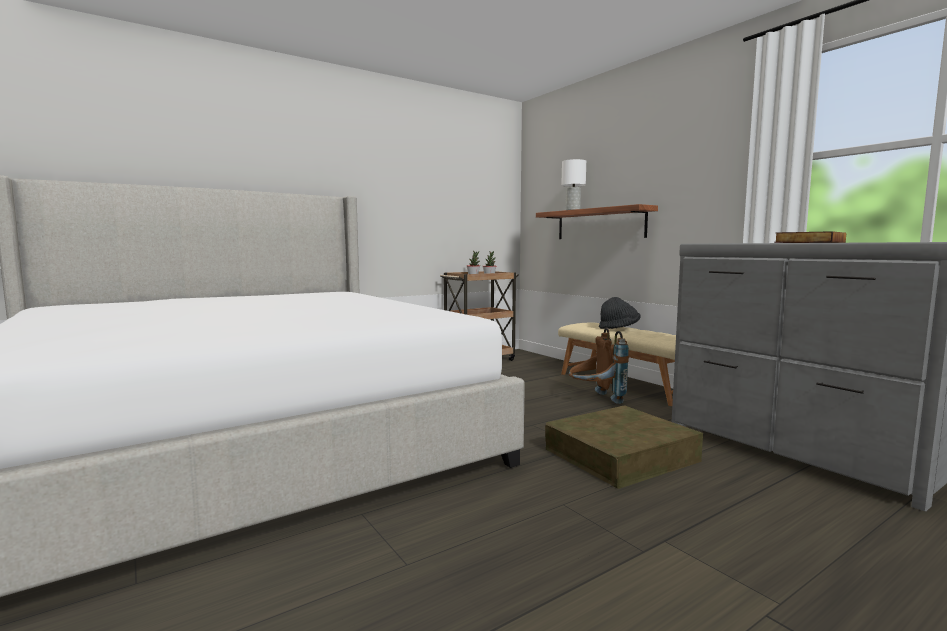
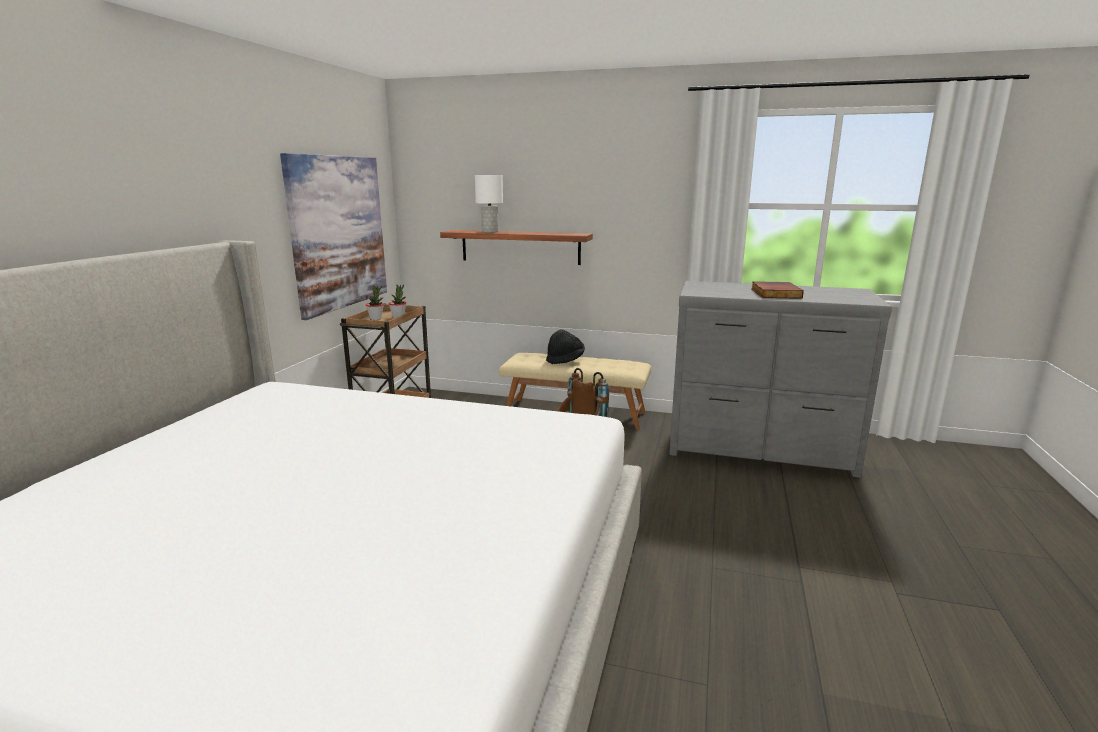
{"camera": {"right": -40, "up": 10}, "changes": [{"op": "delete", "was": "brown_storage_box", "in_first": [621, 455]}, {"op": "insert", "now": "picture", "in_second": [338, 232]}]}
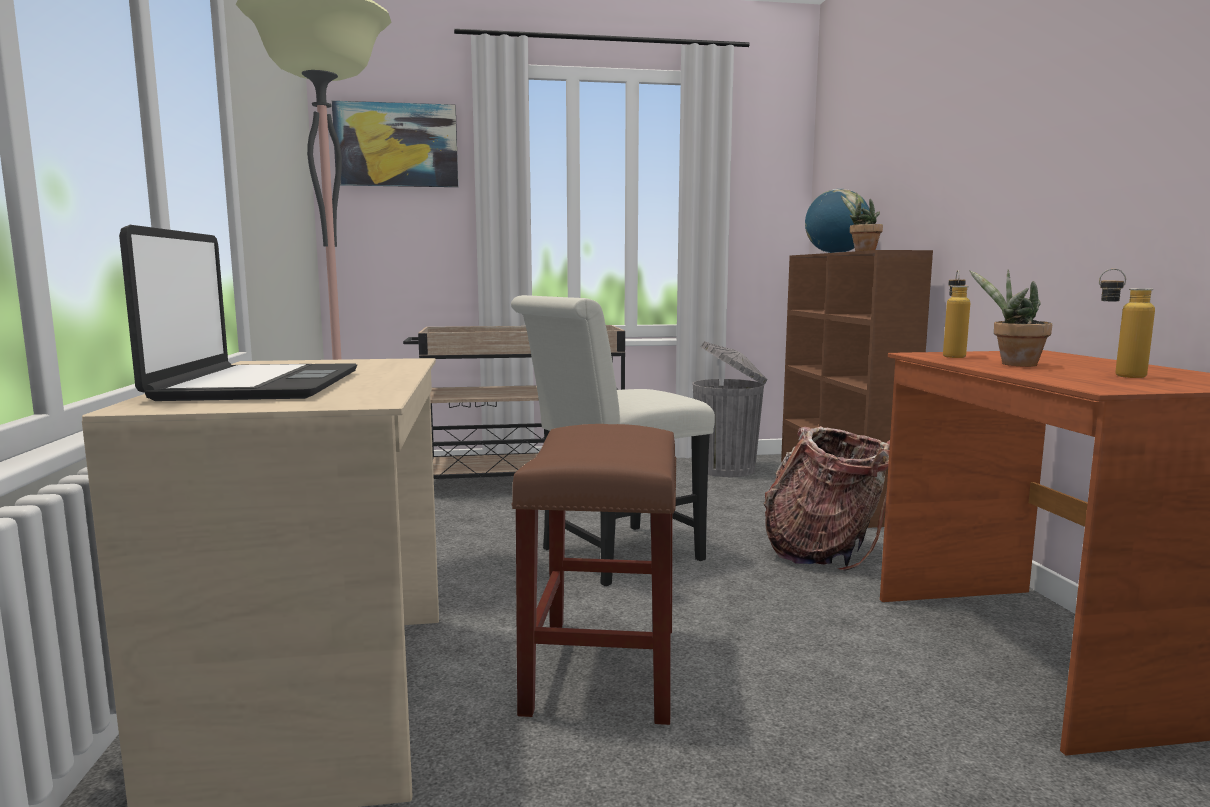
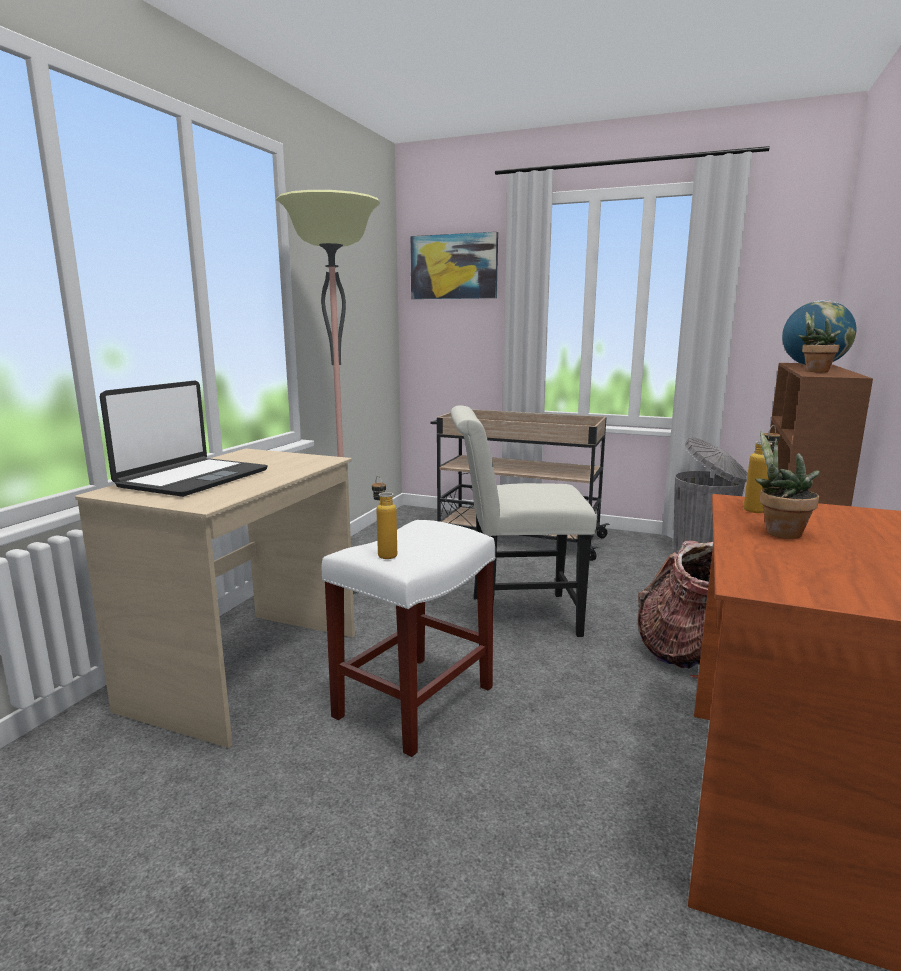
{"camera": {"right": 30, "up": 5}, "changes": [{"op": "move", "was": "bottle", "in_first": [1117, 376], "in_second": [384, 553]}, {"op": "recolor", "was": "brown_stool", "now": "white_stool", "in_first": [603, 670], "in_second": [414, 703]}]}
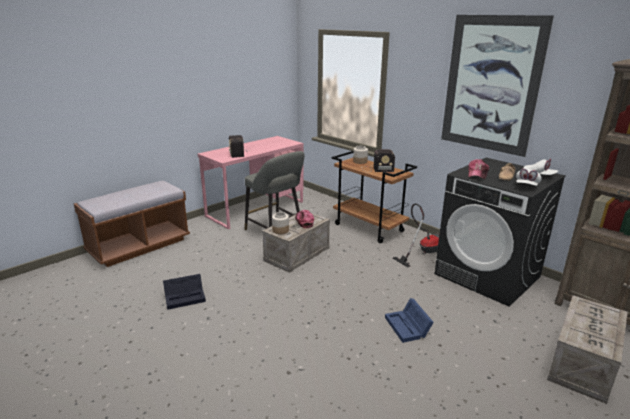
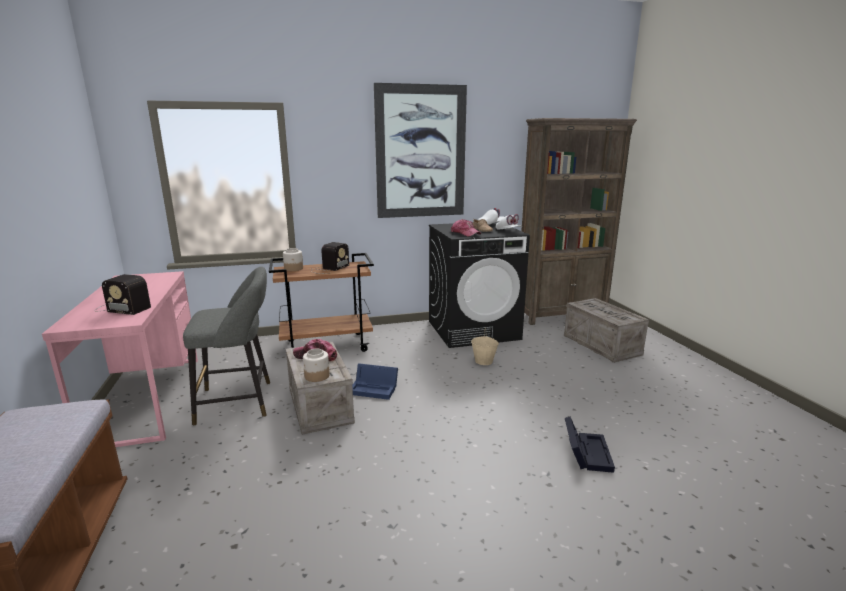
{"camera": {"right": -60, "up": -5}, "changes": [{"op": "delete", "was": "vacuum_cleaner", "in_first": [424, 252]}, {"op": "insert", "now": "beige_bucket", "in_second": [484, 361]}, {"op": "move", "was": "black_storage_box", "in_first": [186, 297], "in_second": [586, 452]}, {"op": "move", "was": "blue_storage_box", "in_first": [408, 327], "in_second": [375, 388]}]}
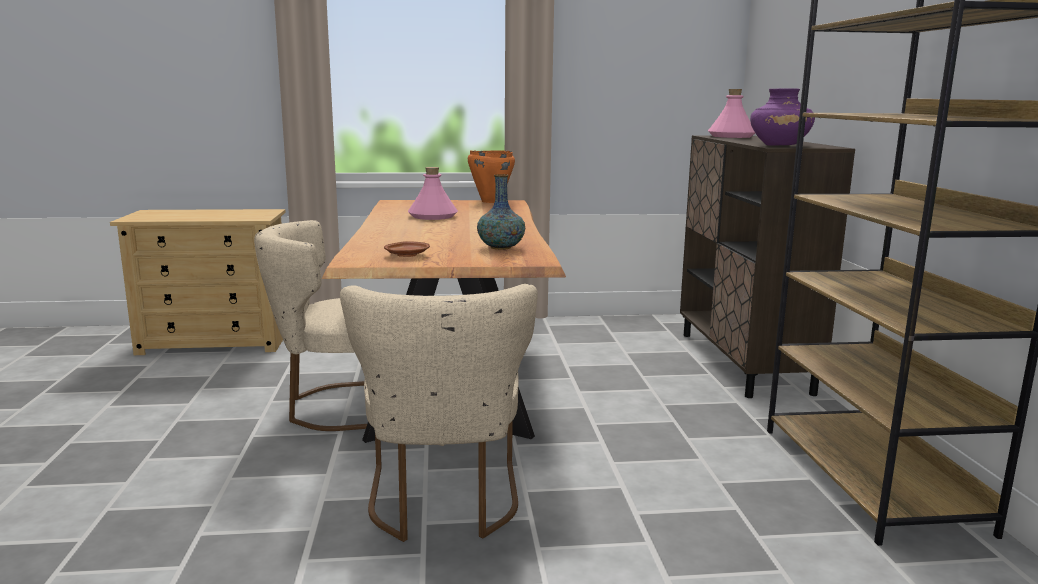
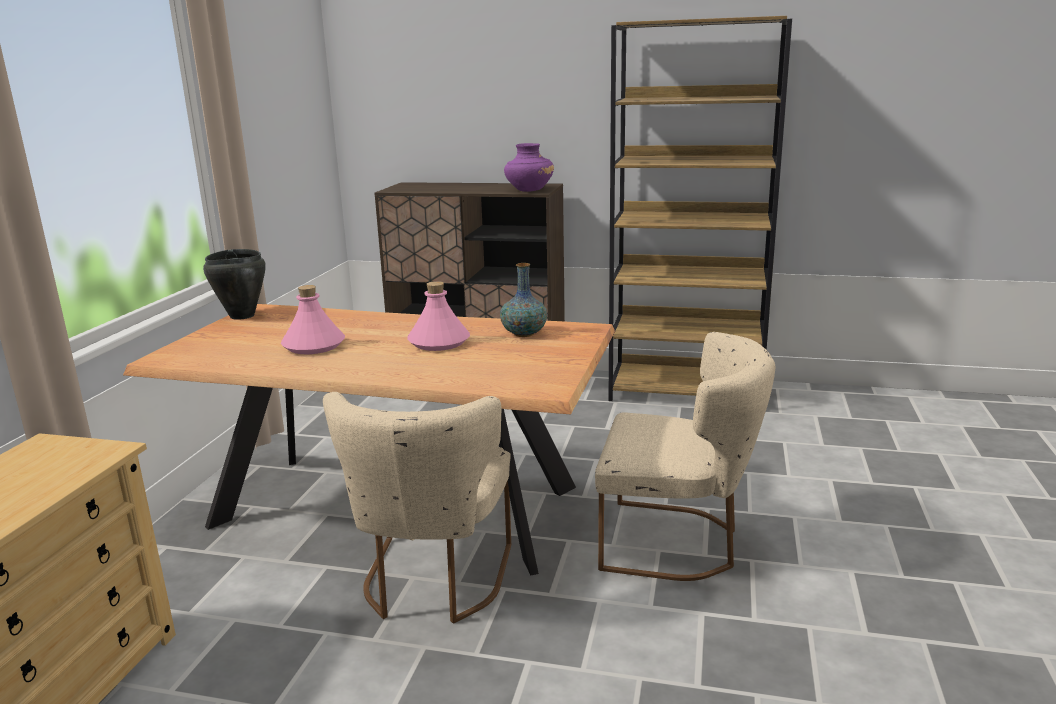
{"camera": {"right": -70, "up": 5}, "changes": [{"op": "delete", "was": "brown_plate", "in_first": [407, 255]}, {"op": "move", "was": "pink_bottle", "in_first": [731, 136], "in_second": [438, 342]}, {"op": "recolor", "was": "orange_cooking_pot", "now": "black_cooking_pot", "in_first": [490, 201], "in_second": [241, 316]}]}
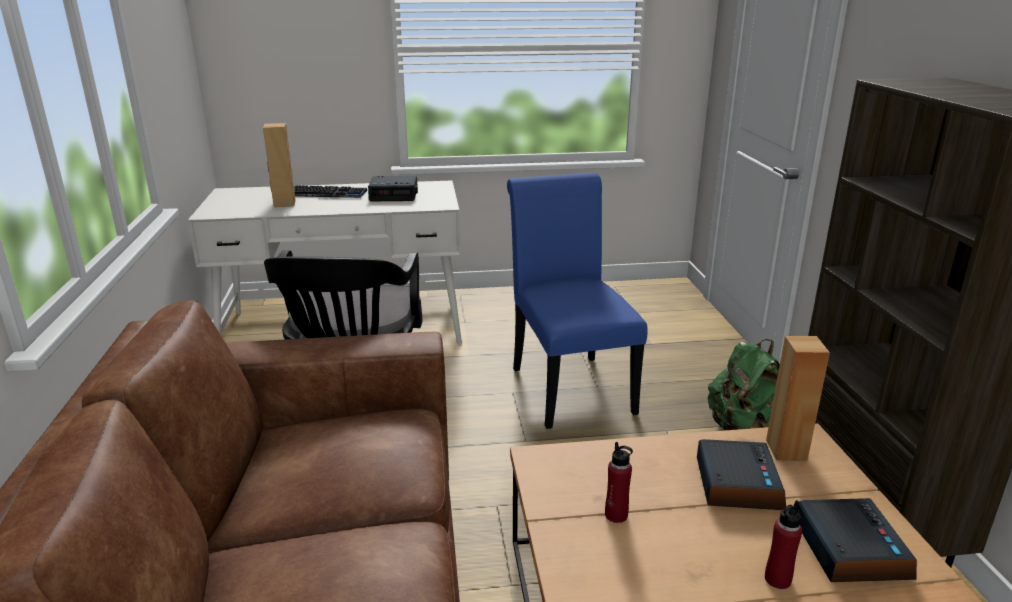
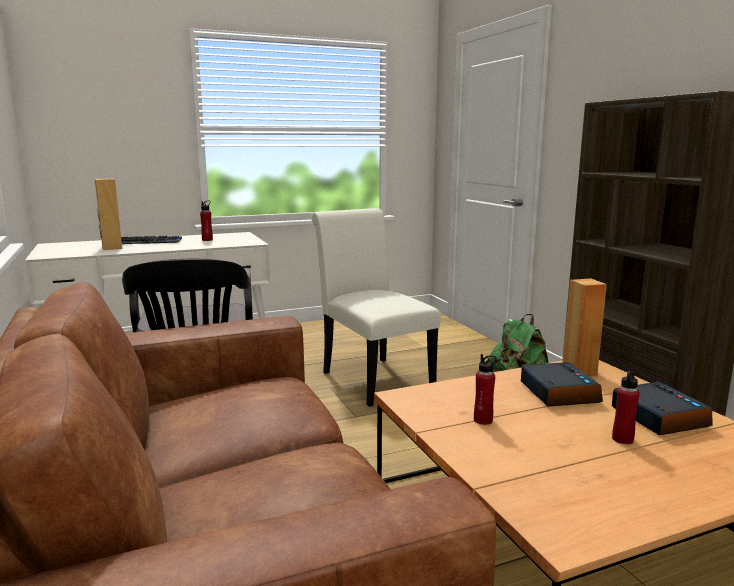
{"camera": {"right": -15, "up": -10}, "changes": [{"op": "replace", "was": "alarm_clock", "now": "red_bottle", "in_first": [394, 195], "in_second": [207, 240]}, {"op": "recolor", "was": "blue_chair", "now": "white_chair", "in_first": [568, 385], "in_second": [372, 378]}]}
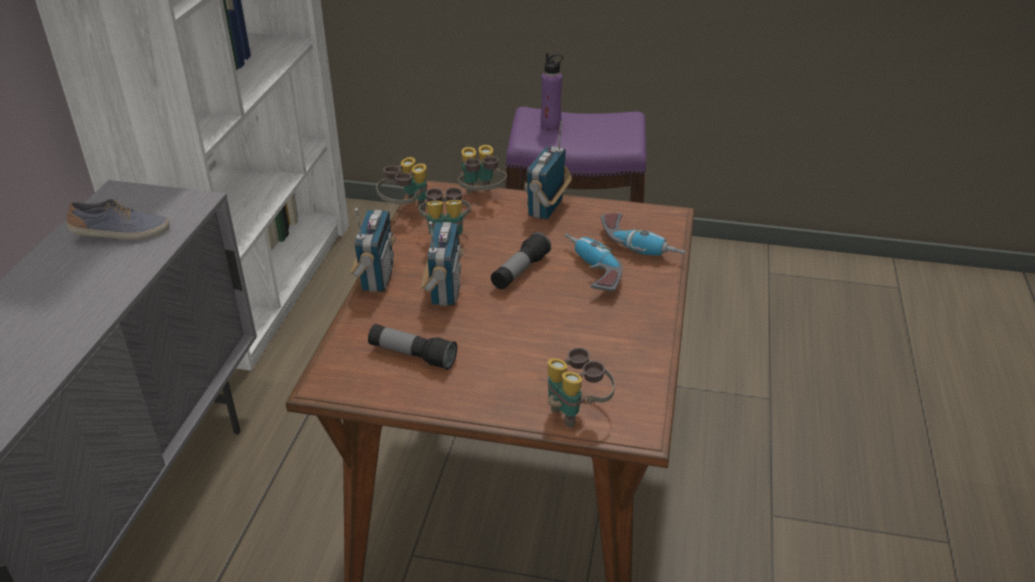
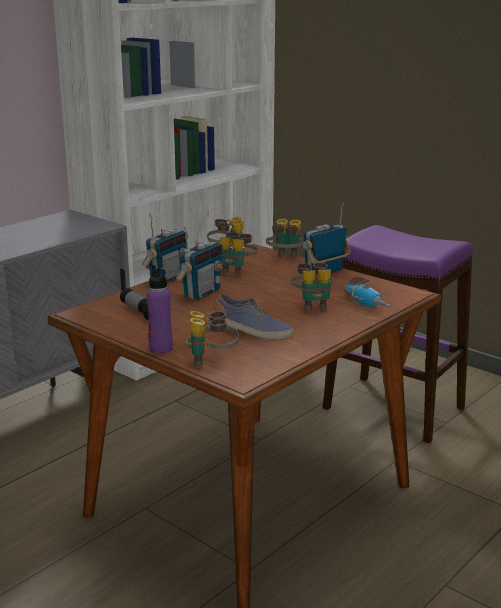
{"camera": {"right": 30, "up": -15}, "changes": [{"op": "delete", "was": "flashlight", "in_first": [520, 271]}, {"op": "move", "was": "shoe", "in_first": [121, 235], "in_second": [251, 332]}, {"op": "move", "was": "purple_bottle", "in_first": [550, 125], "in_second": [161, 348]}, {"op": "replace", "was": "power_drill", "now": "binoculars", "in_first": [589, 271], "in_second": [312, 305]}]}
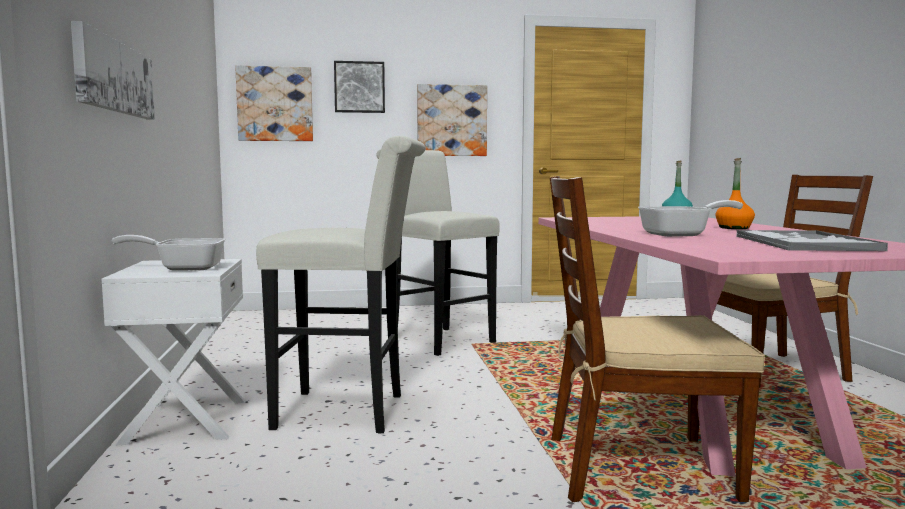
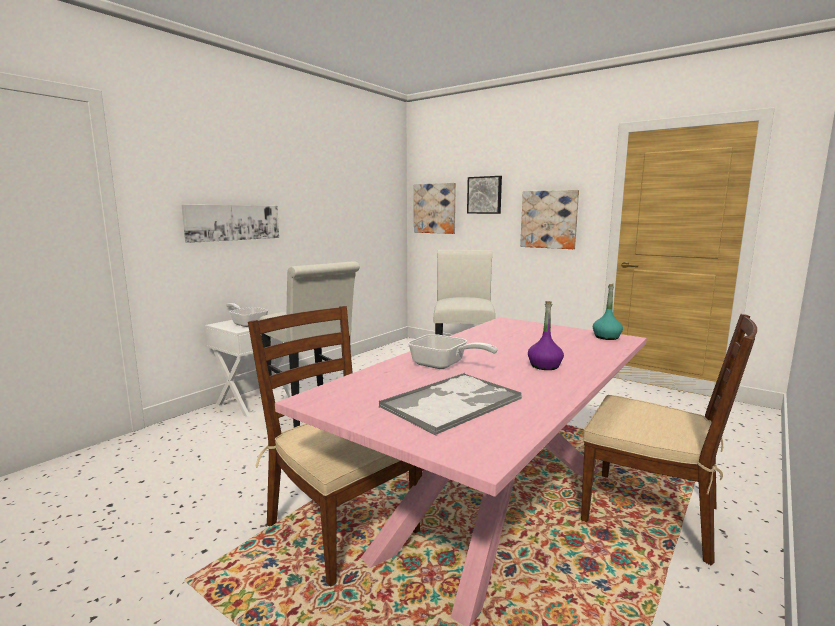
{"camera": {"right": 45, "up": 5}, "changes": [{"op": "recolor", "was": "orange_bottle", "now": "purple_bottle", "in_first": [734, 228], "in_second": [544, 366]}]}
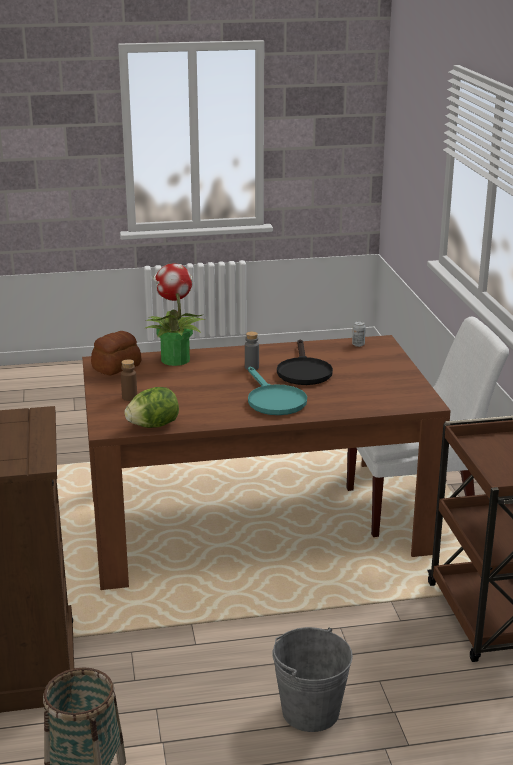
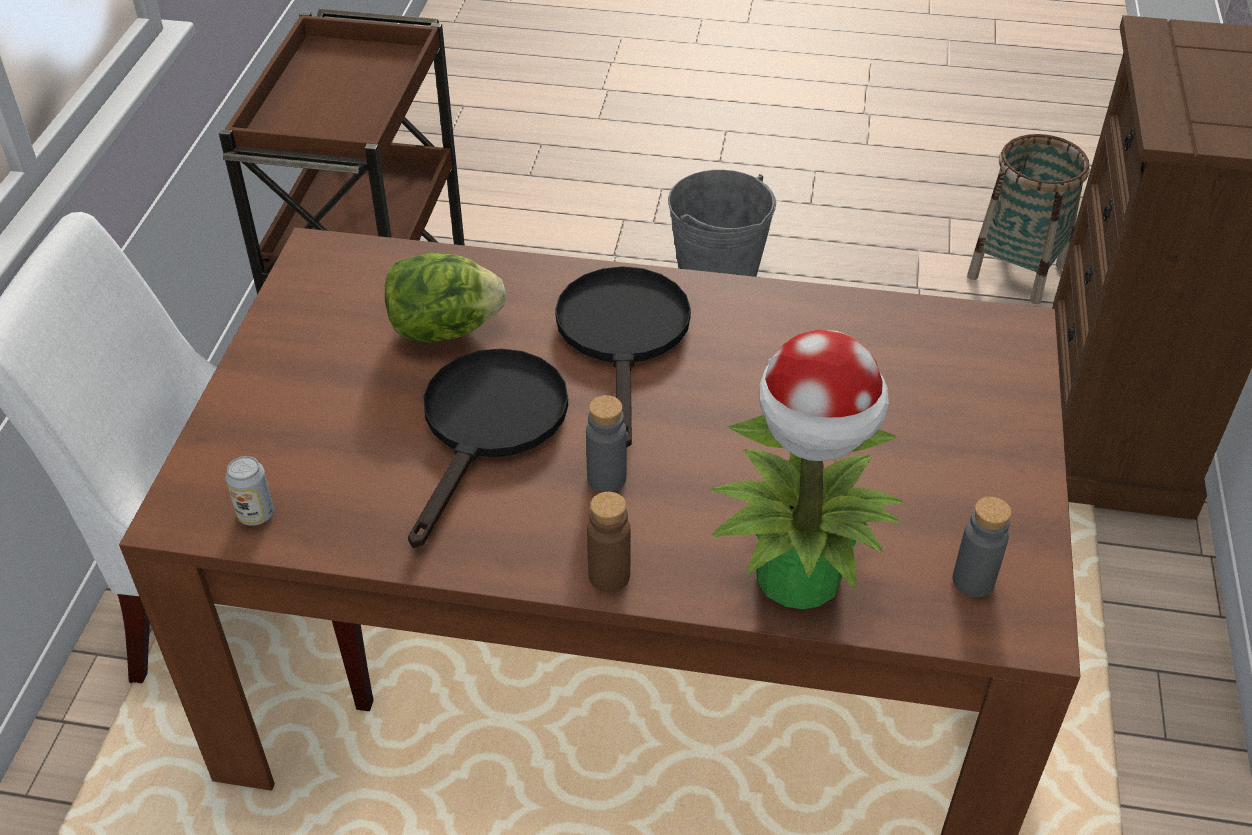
{"camera": {"right": -160, "up": 20}, "changes": [{"op": "move", "was": "brown_bottle", "in_first": [129, 397], "in_second": [609, 576]}, {"op": "move", "was": "lettuce", "in_first": [153, 425], "in_second": [444, 329]}, {"op": "replace", "was": "bread", "now": "grey_bottle", "in_first": [117, 367], "in_second": [973, 581]}, {"op": "recolor", "was": "turquoise_frying_pan", "now": "black_frying_pan", "in_first": [273, 400], "in_second": [624, 337]}]}
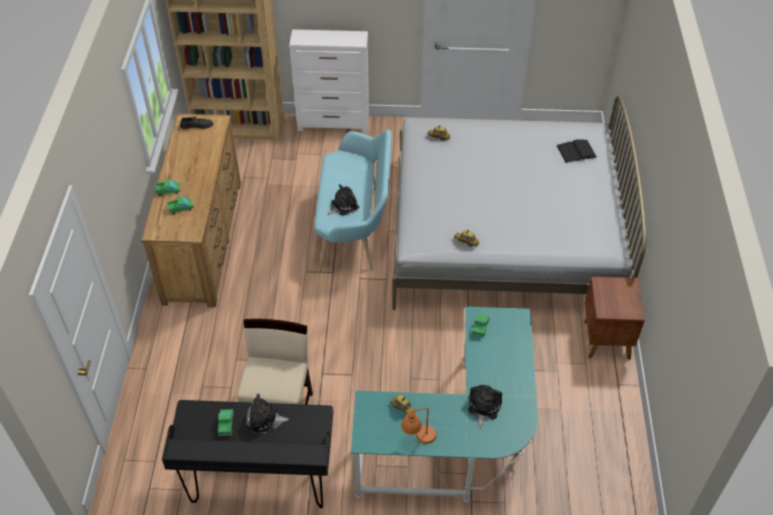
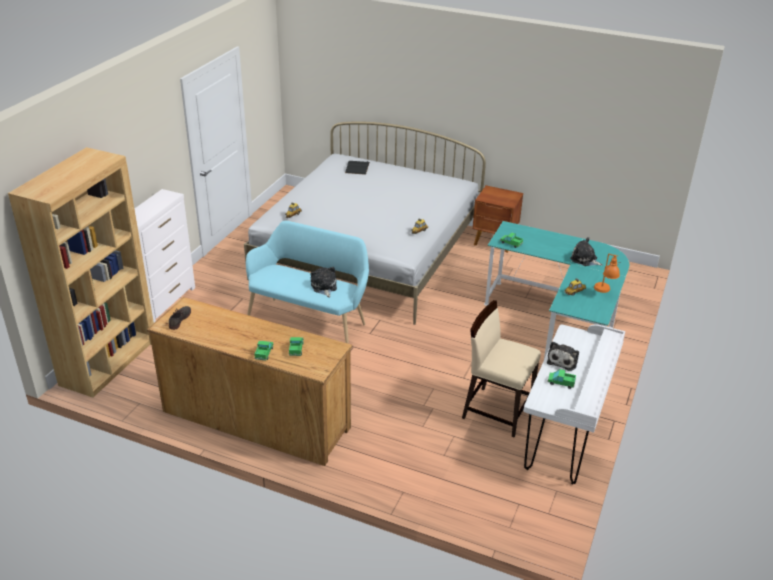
{"camera": {"right": -70, "up": -15}, "changes": [{"op": "recolor", "was": "black_desk", "now": "white_desk", "in_first": [260, 483], "in_second": [564, 438]}]}
